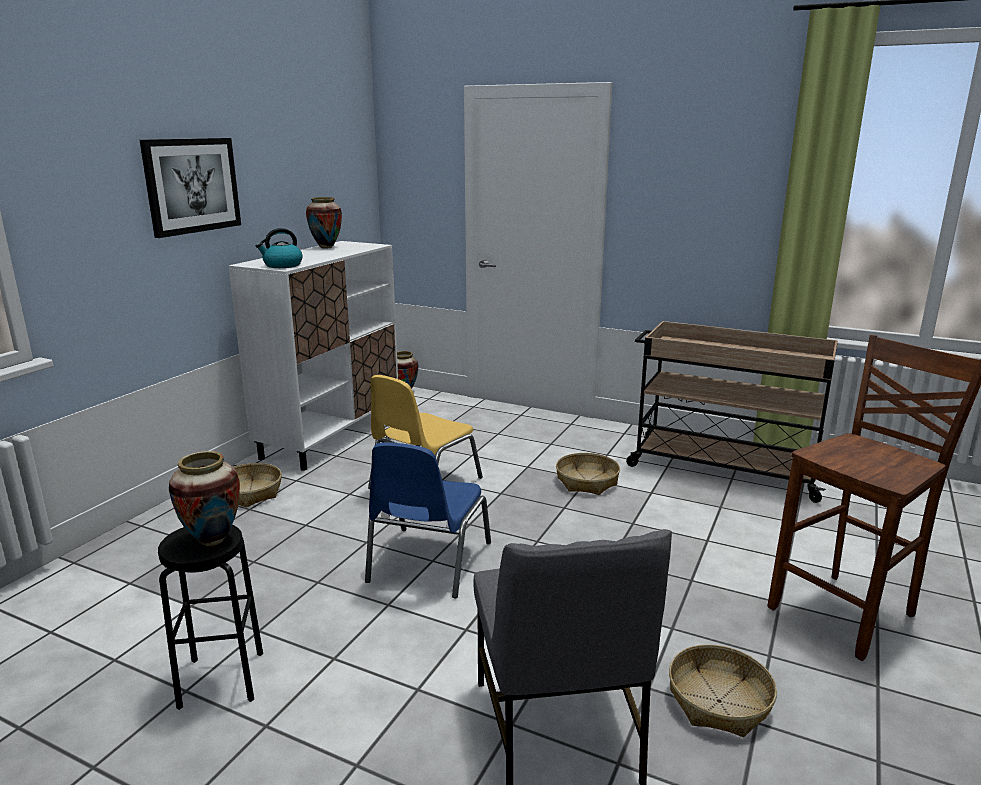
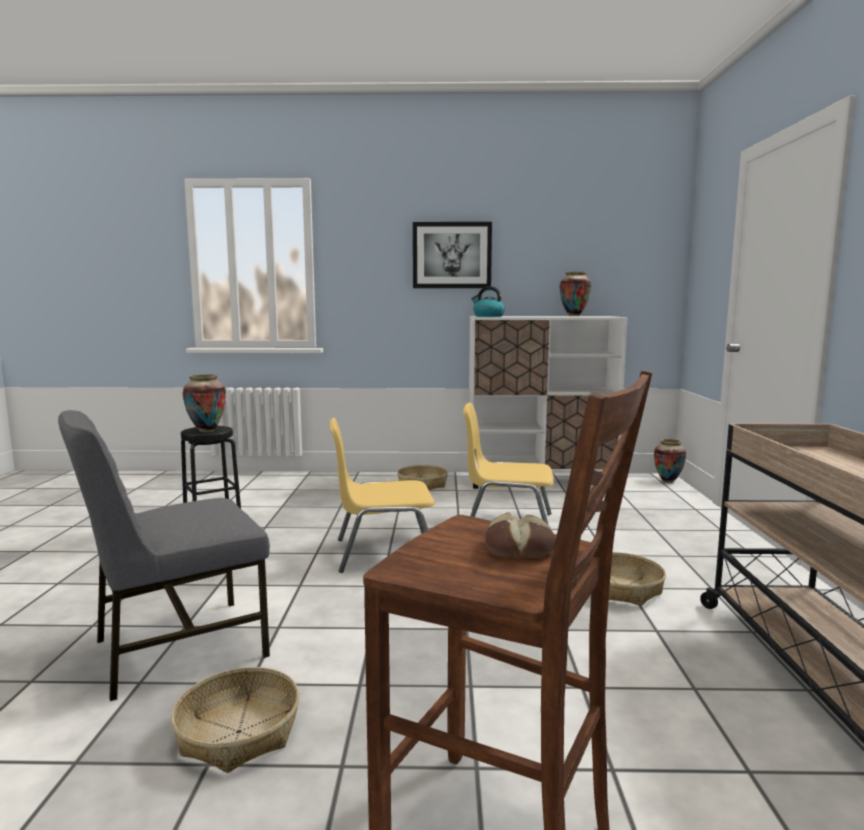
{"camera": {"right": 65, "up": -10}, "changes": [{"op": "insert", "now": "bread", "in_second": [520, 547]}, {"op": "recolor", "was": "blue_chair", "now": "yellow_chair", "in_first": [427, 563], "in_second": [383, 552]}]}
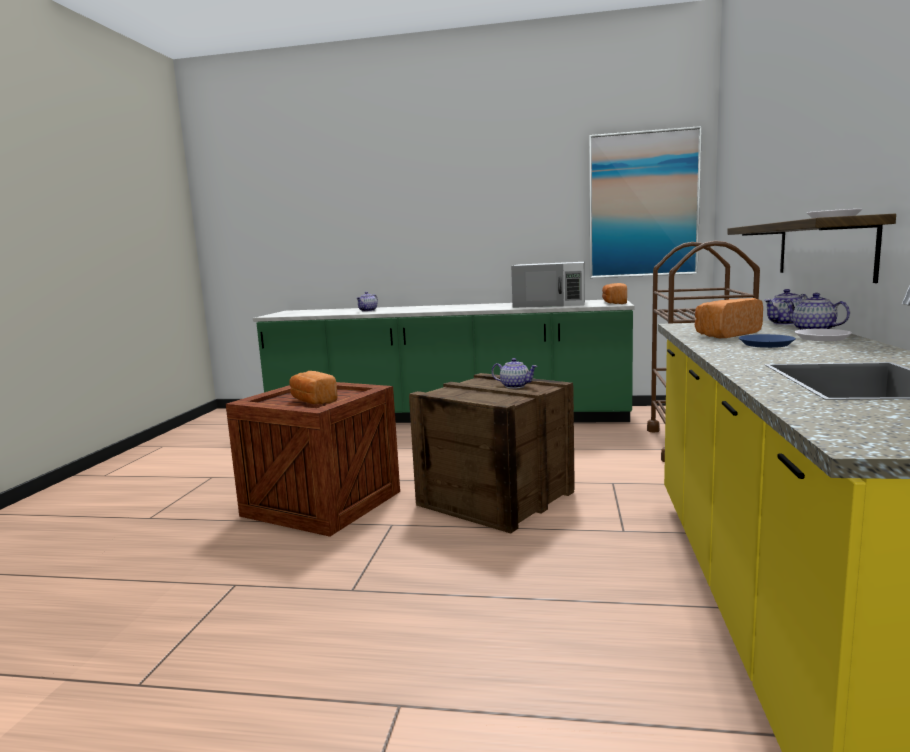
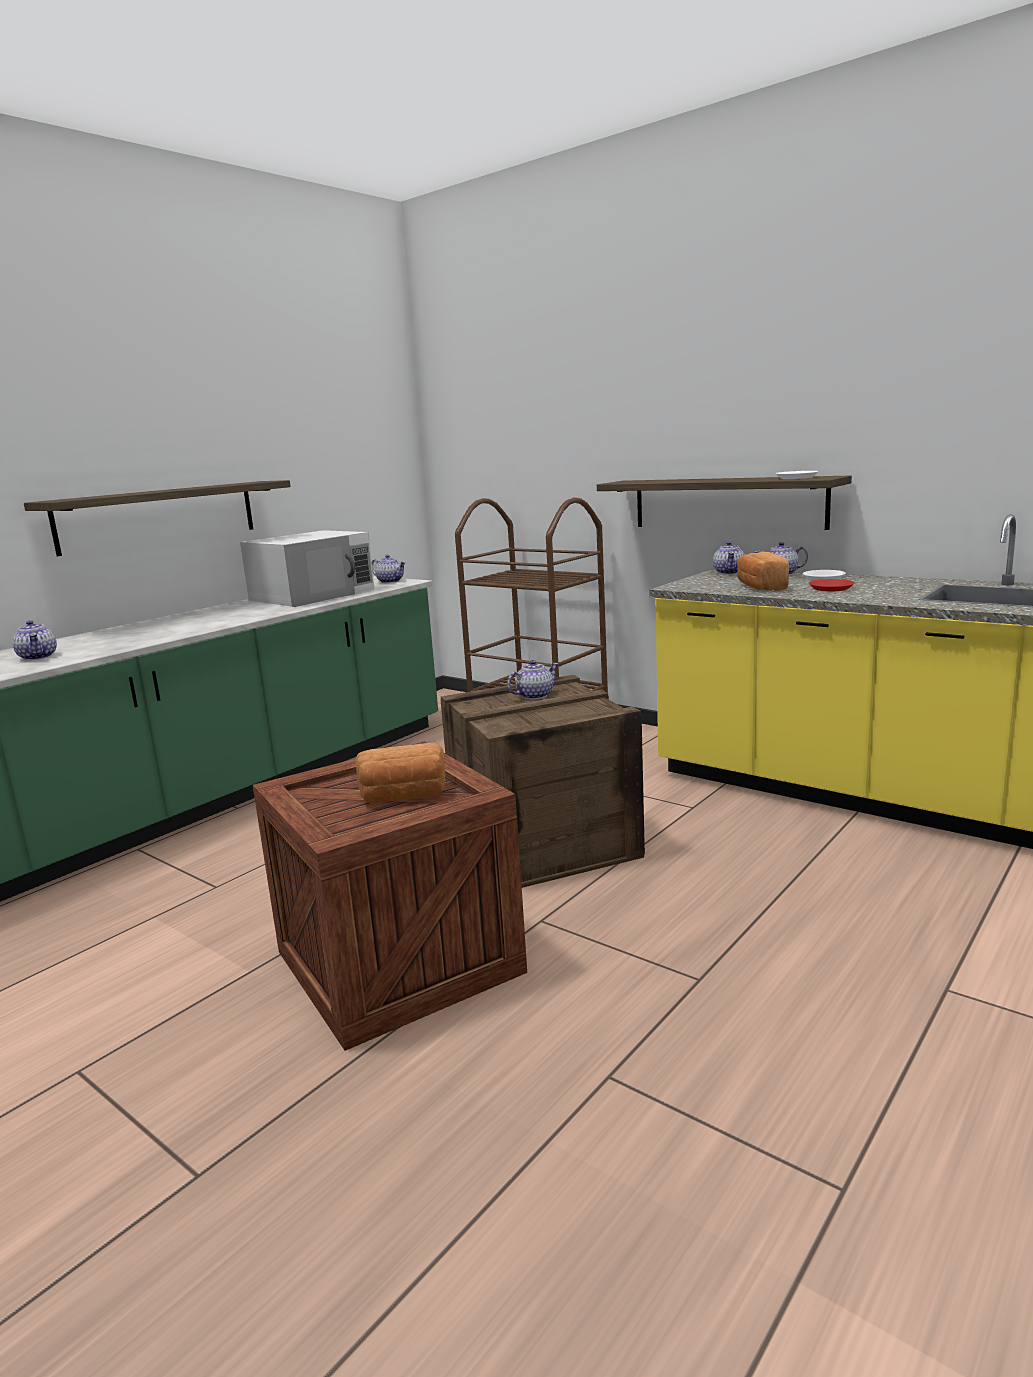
{"camera": {"right": -60, "up": 5}, "changes": [{"op": "delete", "was": "picture", "in_first": [643, 205]}, {"op": "insert", "now": "shelf", "in_second": [158, 516]}, {"op": "replace", "was": "bread", "now": "teapot", "in_first": [613, 303], "in_second": [390, 581]}, {"op": "recolor", "was": "blue_plate", "now": "red_plate", "in_first": [766, 344], "in_second": [831, 588]}]}
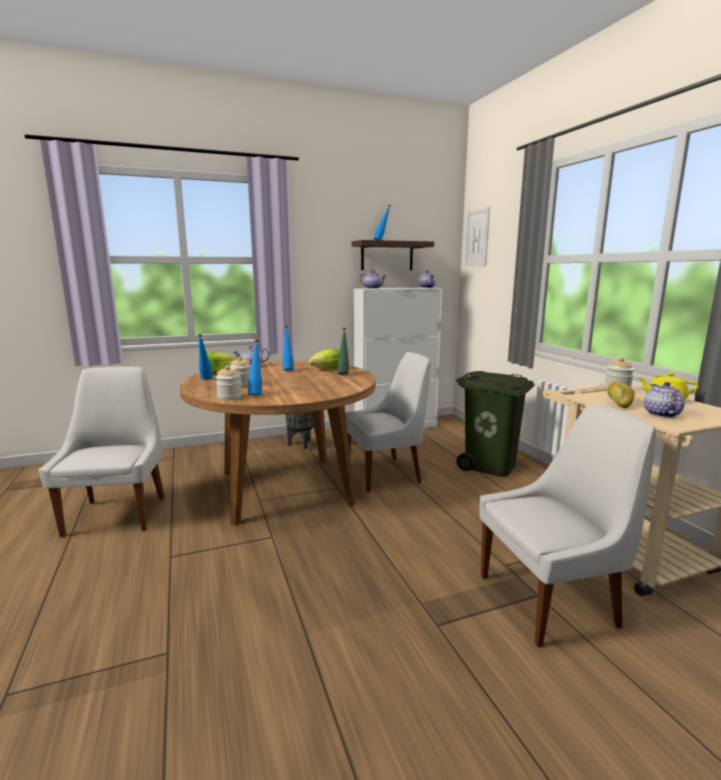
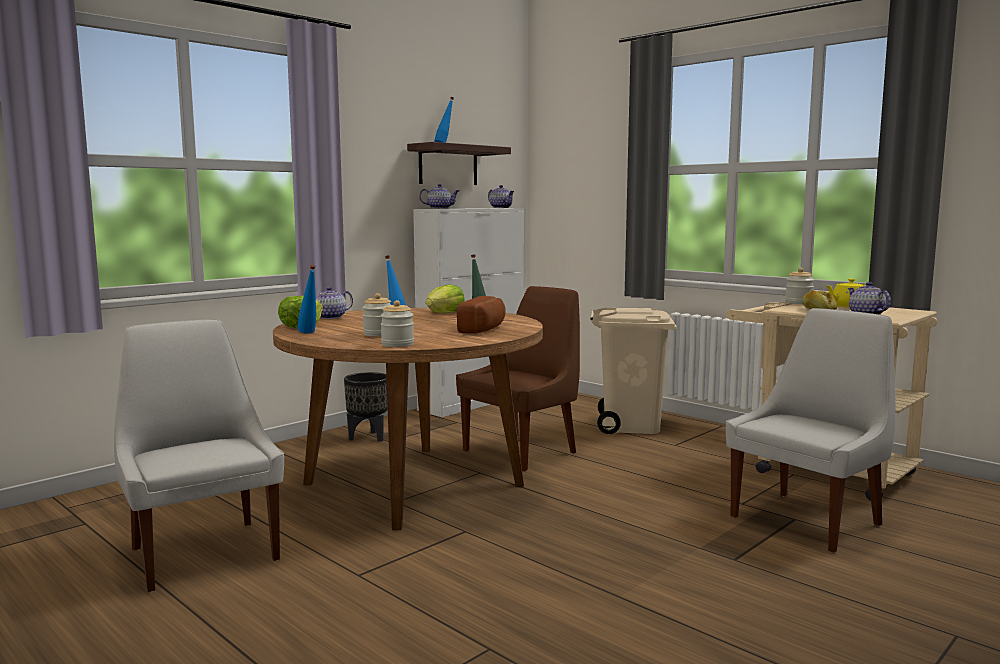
{"camera": {"right": -25, "up": -5}, "changes": [{"op": "delete", "was": "blue_bottle", "in_first": [256, 394]}, {"op": "delete", "was": "picture", "in_first": [476, 238]}, {"op": "insert", "now": "bread", "in_second": [485, 329]}, {"op": "recolor", "was": "white_chair", "now": "brown_chair", "in_first": [385, 474], "in_second": [523, 451]}, {"op": "recolor", "was": "green_trash_can", "now": "beige_trash_can", "in_first": [490, 466], "in_second": [631, 426]}]}
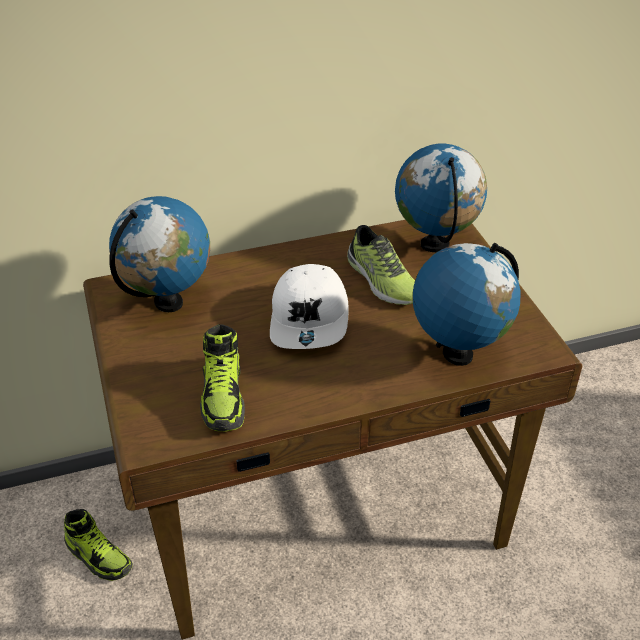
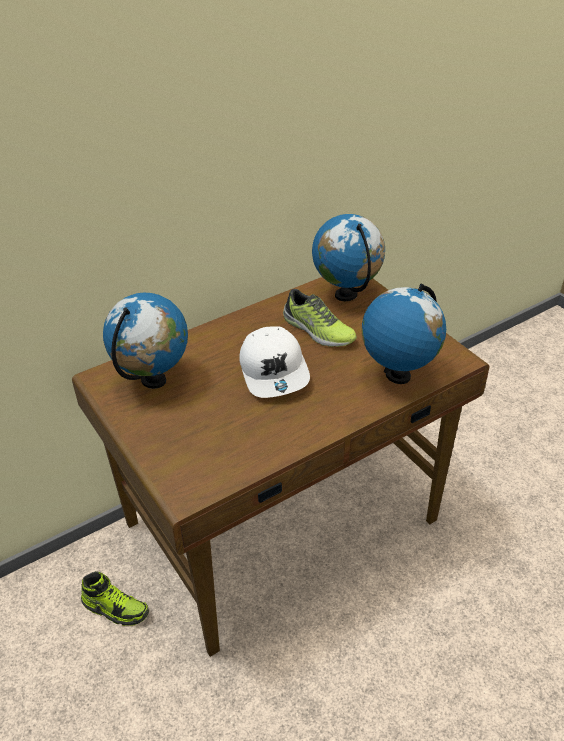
{"camera": {"right": -15, "up": 0}, "changes": [{"op": "delete", "was": "shoe", "in_first": [224, 397]}]}
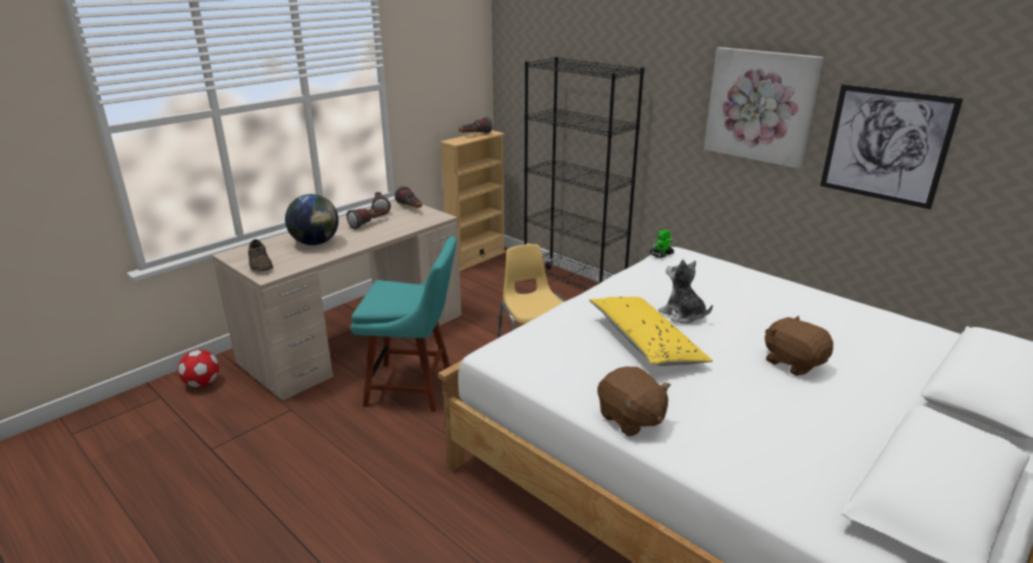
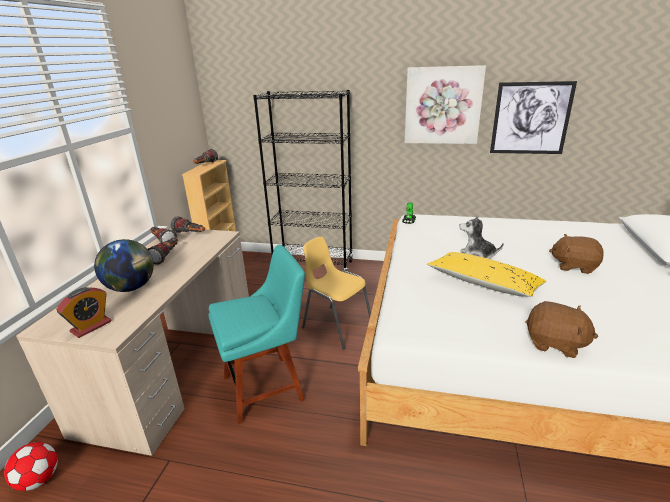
{"camera": {"right": -30, "up": 0}, "changes": [{"op": "replace", "was": "brown_shoe", "now": "alarm_clock", "in_first": [260, 264], "in_second": [91, 326]}]}
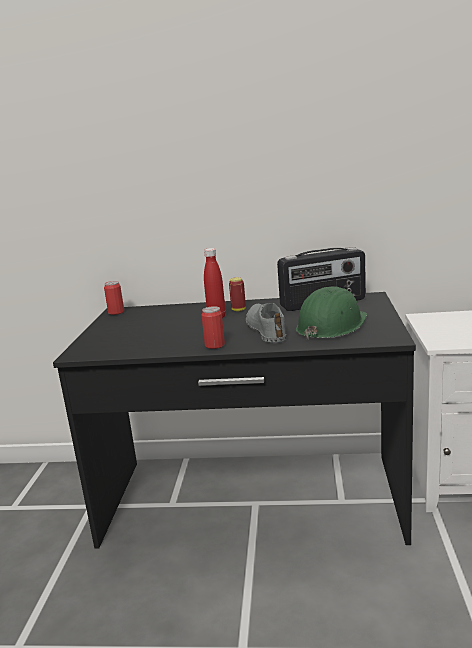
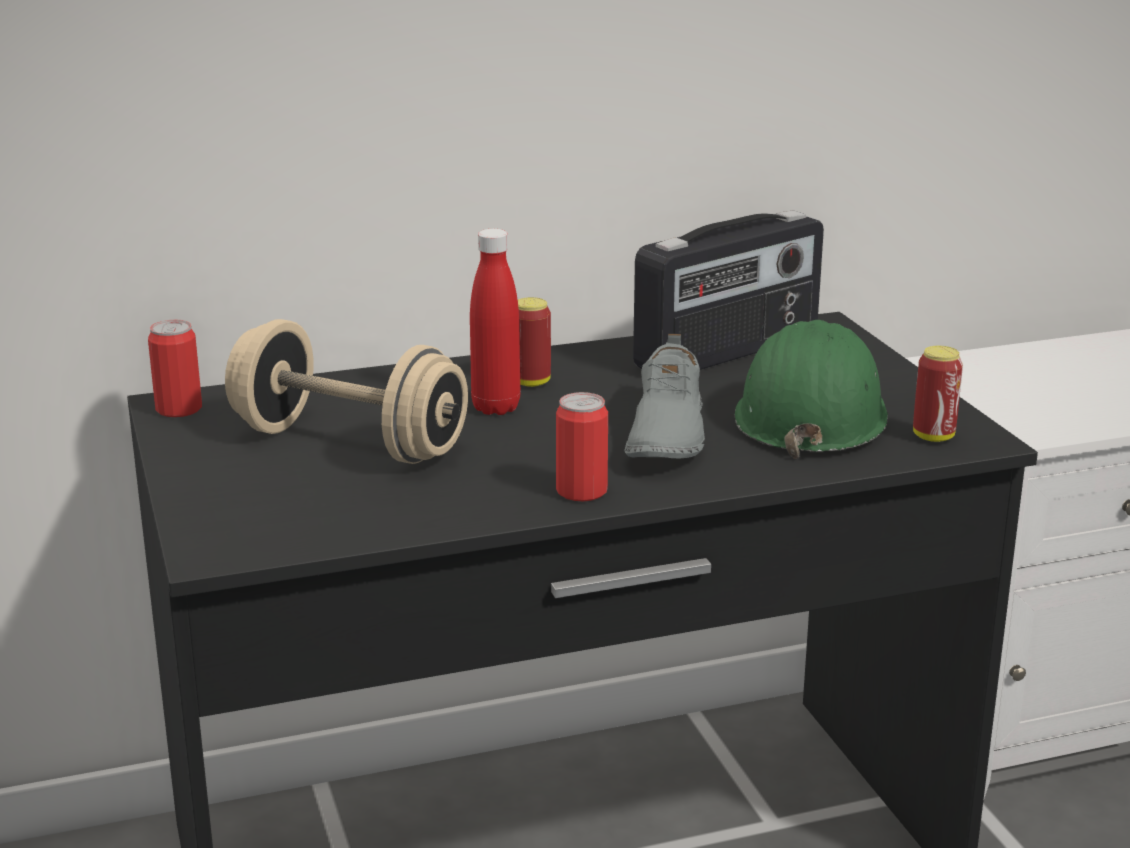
{"camera": {"right": -25, "up": 5}, "changes": [{"op": "insert", "now": "beige_dumbbell", "in_second": [348, 443]}, {"op": "insert", "now": "can", "in_second": [933, 436]}, {"op": "rotate", "was": "grey_shoe", "in_first": [266, 329], "in_second": [665, 434], "clockwise": -135}]}
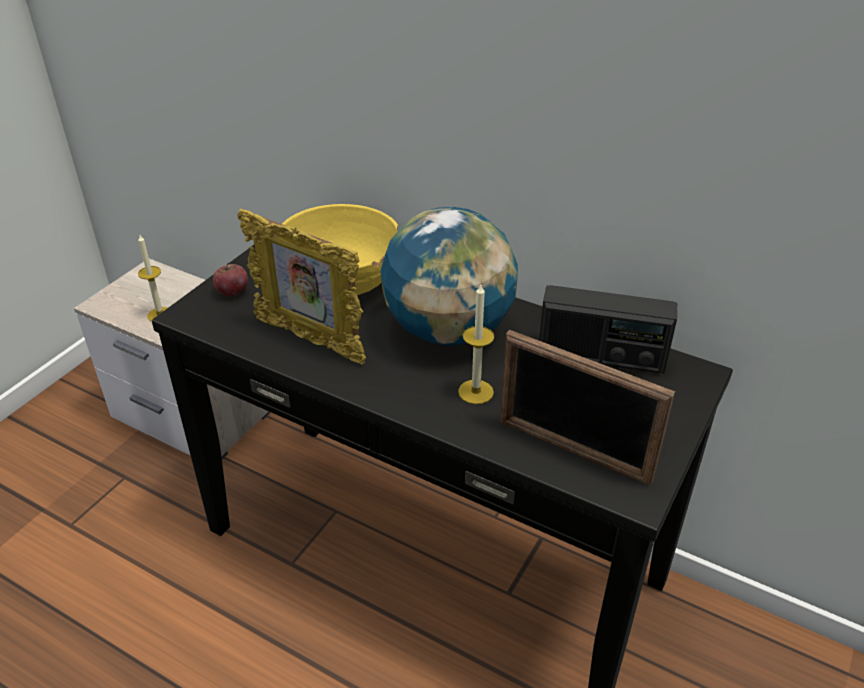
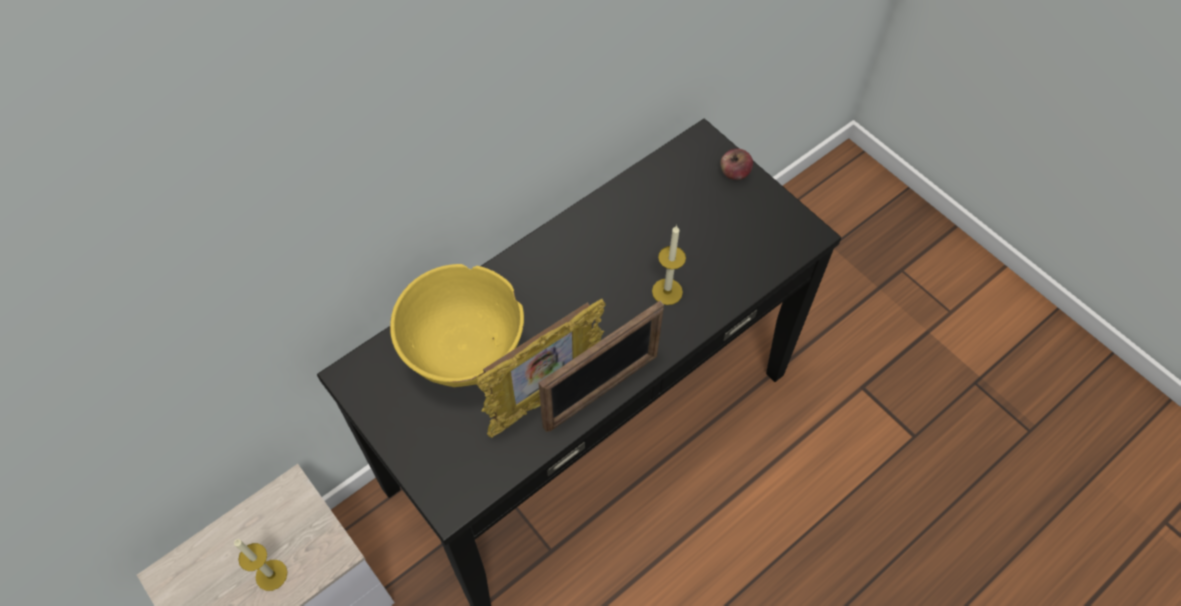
{"camera": {"right": -70, "up": 20}, "changes": [{"op": "delete", "was": "globe", "in_first": [448, 330]}, {"op": "delete", "was": "radio", "in_first": [601, 356]}, {"op": "move", "was": "apple", "in_first": [232, 292], "in_second": [734, 173]}, {"op": "move", "was": "picture_frame", "in_first": [573, 451], "in_second": [601, 391]}]}
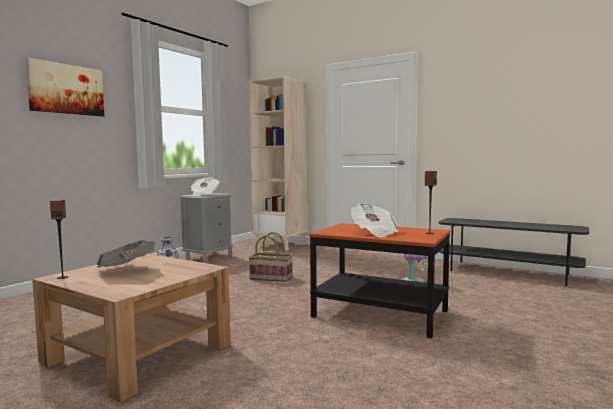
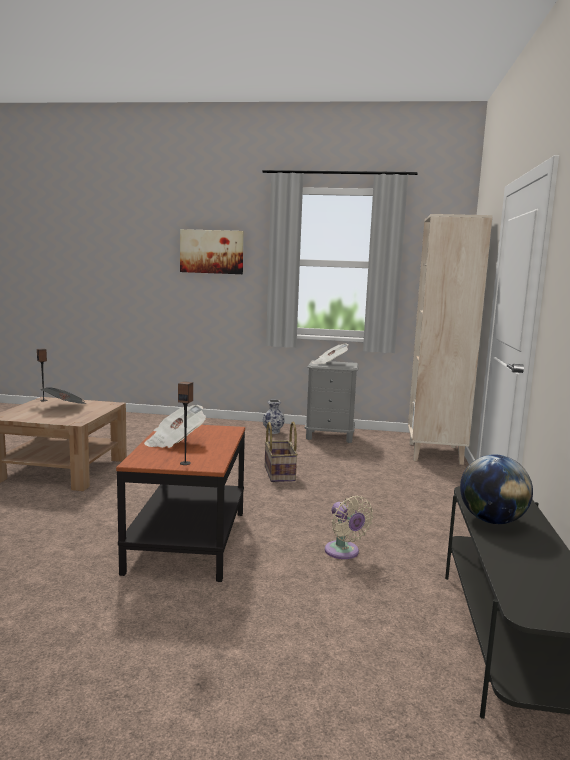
{"camera": {"right": 65, "up": 5}, "changes": [{"op": "insert", "now": "globe", "in_second": [492, 521]}]}
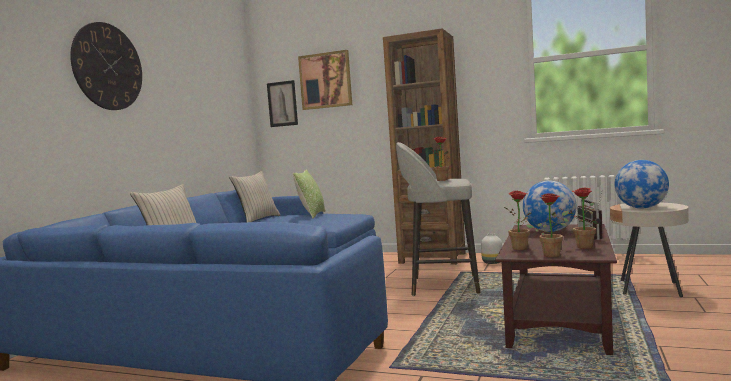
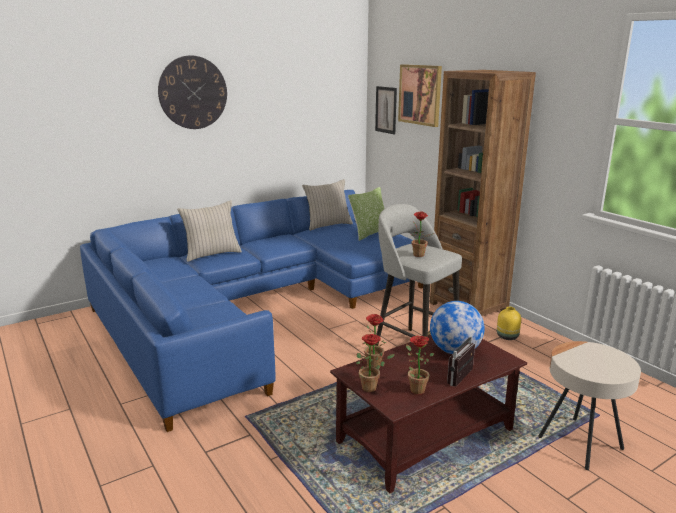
{"camera": {"right": 35, "up": 15}, "changes": [{"op": "delete", "was": "globe", "in_first": [641, 208]}, {"op": "recolor", "was": "white_vase", "now": "yellow_vase", "in_first": [492, 262], "in_second": [506, 337]}]}
